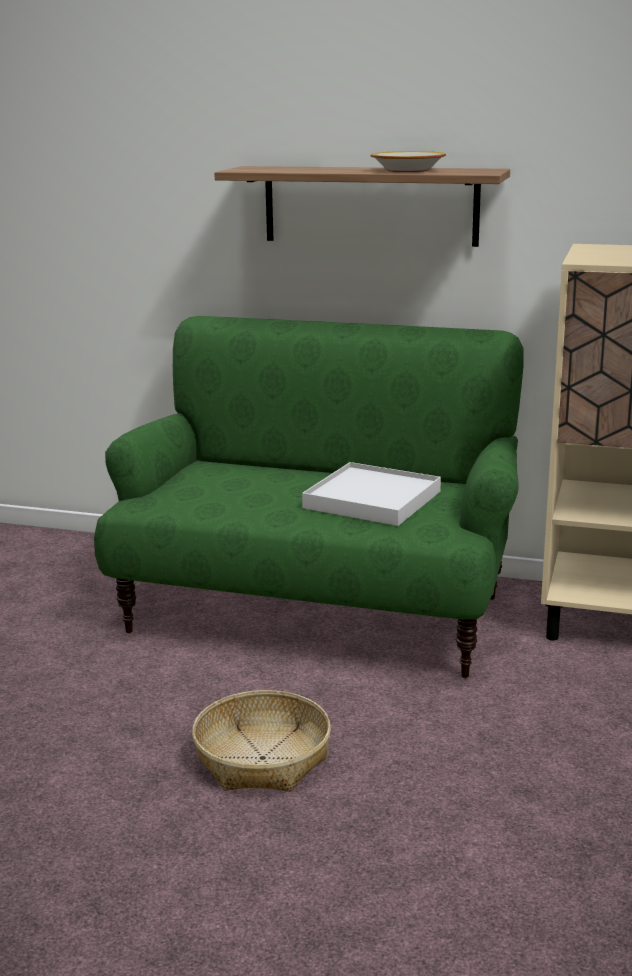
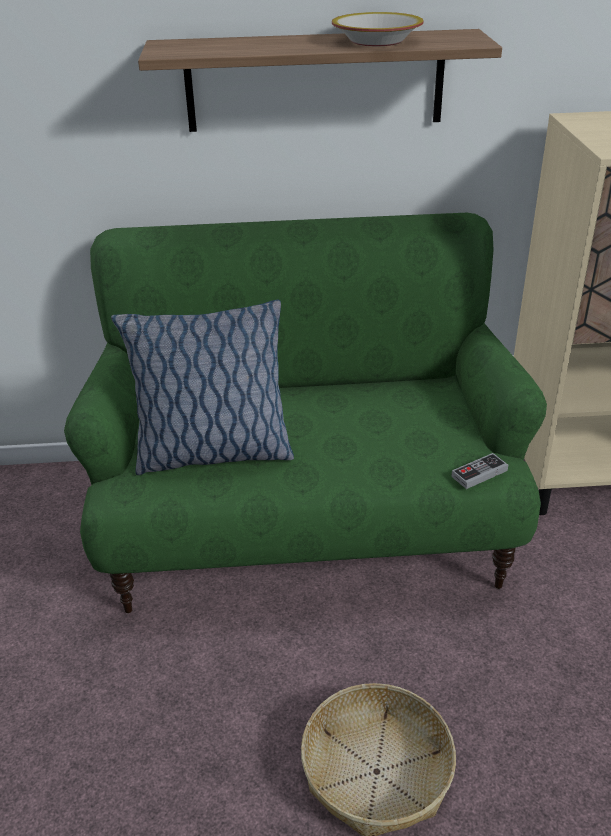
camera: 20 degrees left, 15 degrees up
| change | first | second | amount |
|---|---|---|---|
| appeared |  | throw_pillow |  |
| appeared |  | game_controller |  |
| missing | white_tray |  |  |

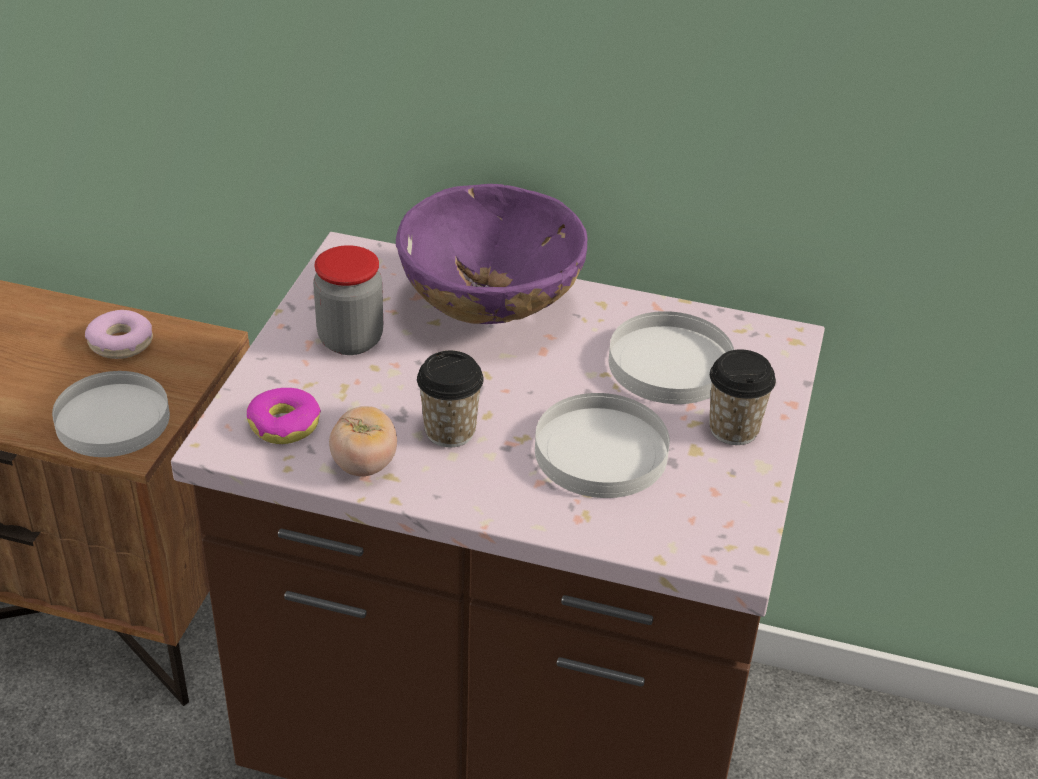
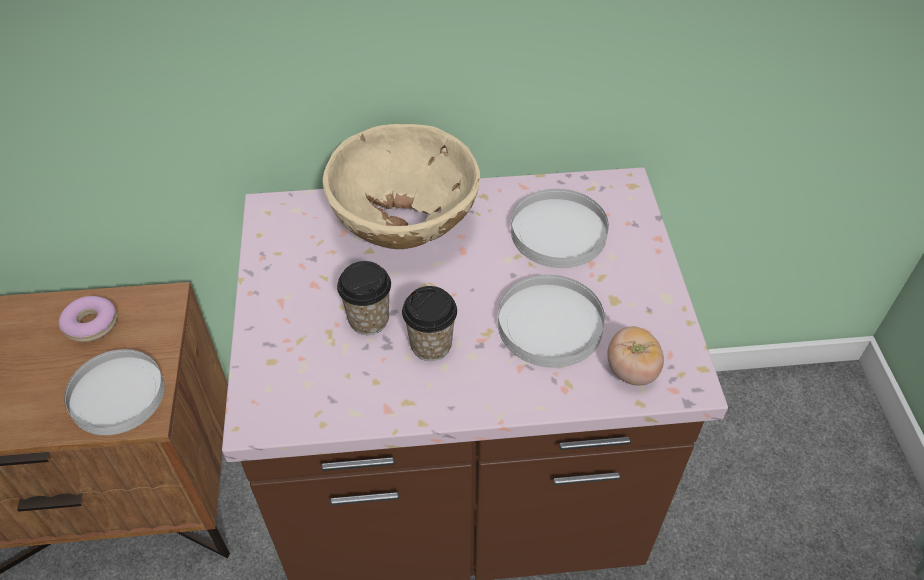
camera: 20 degrees left, 10 degrees up
| change | first | second | amount |
|---|---|---|---|
| colour | purplish_serving_bowl | beige-coloured_serving_bowl |  |
| relocated | drinking_cup (no. 2 from left in the first image) | drinking_cup (no. 1 from left) |  |
| relocated | tomato |  |  |
| missing | ring_doughnut (no. 2 from left) |  |  |
| missing | preserve_jar |  |  |

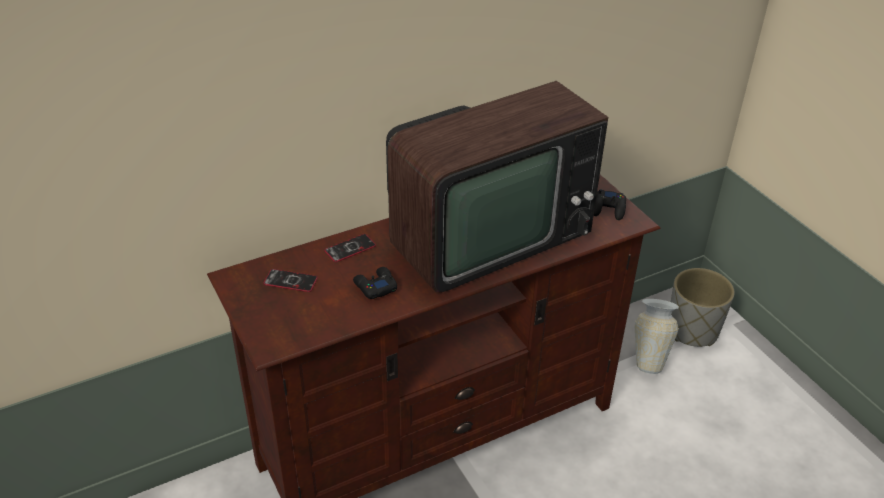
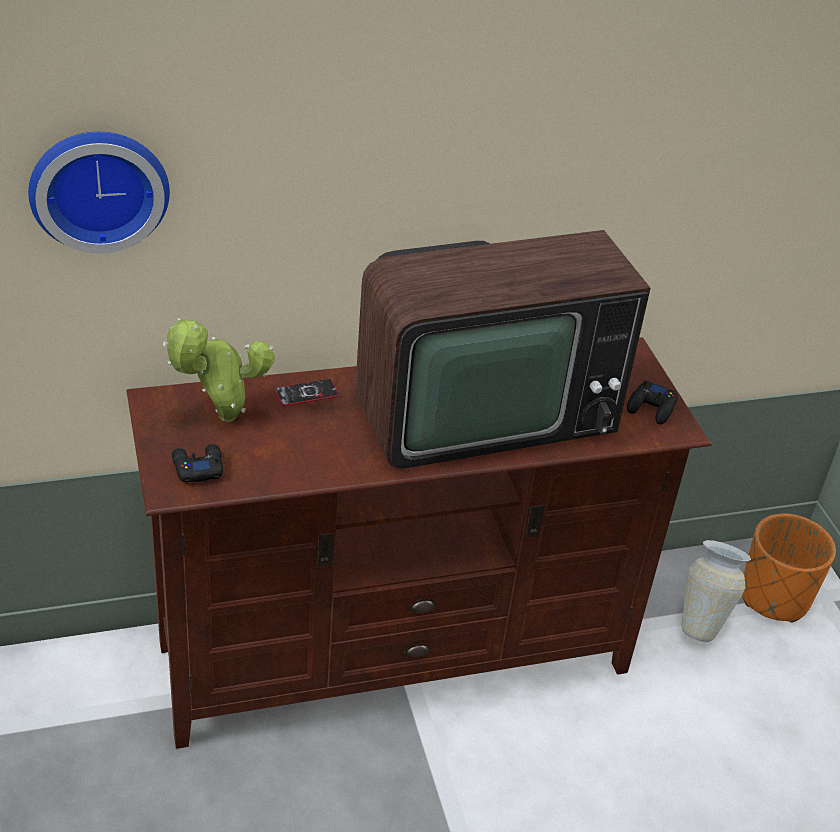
camera: 10 degrees right, 0 degrees up
| change | first | second | amount |
|---|---|---|---|
| appeared |  | wall_clock |  |
| exchanged | phone (no. 1 from left) | potted_plant |  |
| relocated | black-coloured_game_controller (no. 1 from left) |  |  |
| colour | grey_plant_pot | orangey_plant_pot |  |

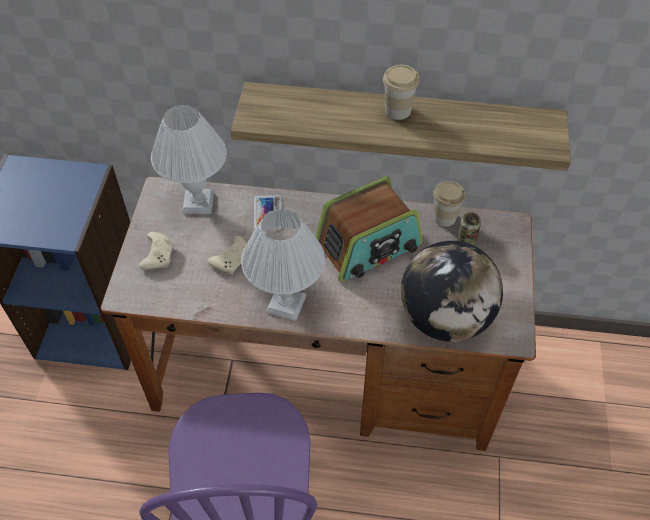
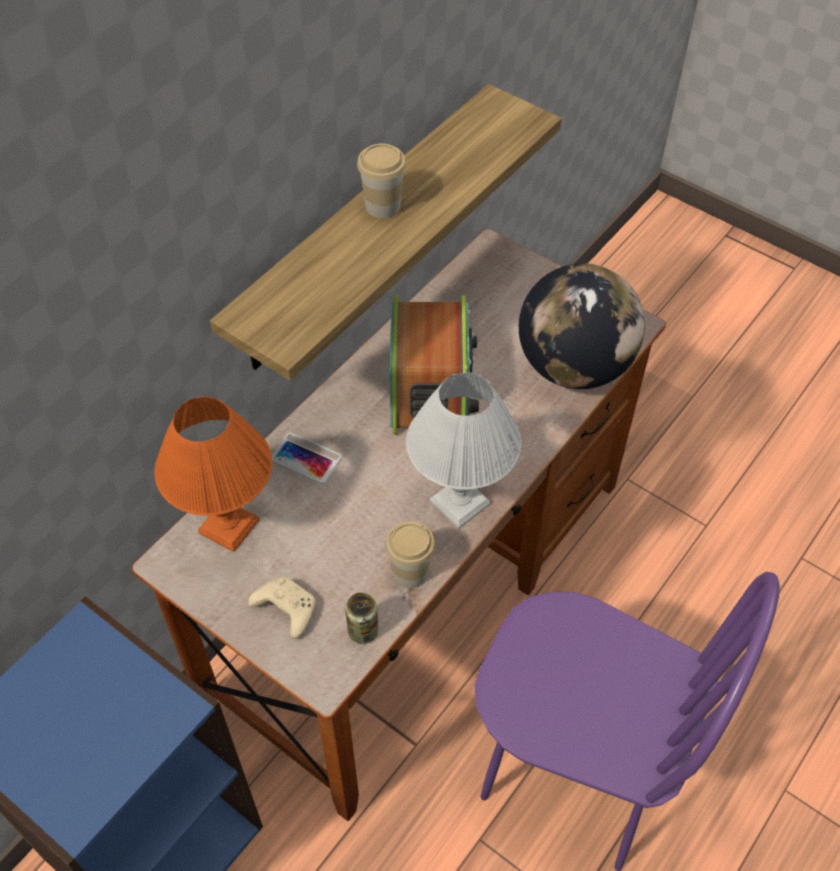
camera: 60 degrees left, 0 degrees up
| change | first | second | amount |
|---|---|---|---|
| colour | white_tabletop_lamp (no. 1 from left) | orangey_tabletop_lamp |  |
| relocated | can |  |  |
| relocated | drinking_cup (no. 2 from left) |  |  |
| missing | beige-coloured_game_controller (no. 2 from left) |  |  |

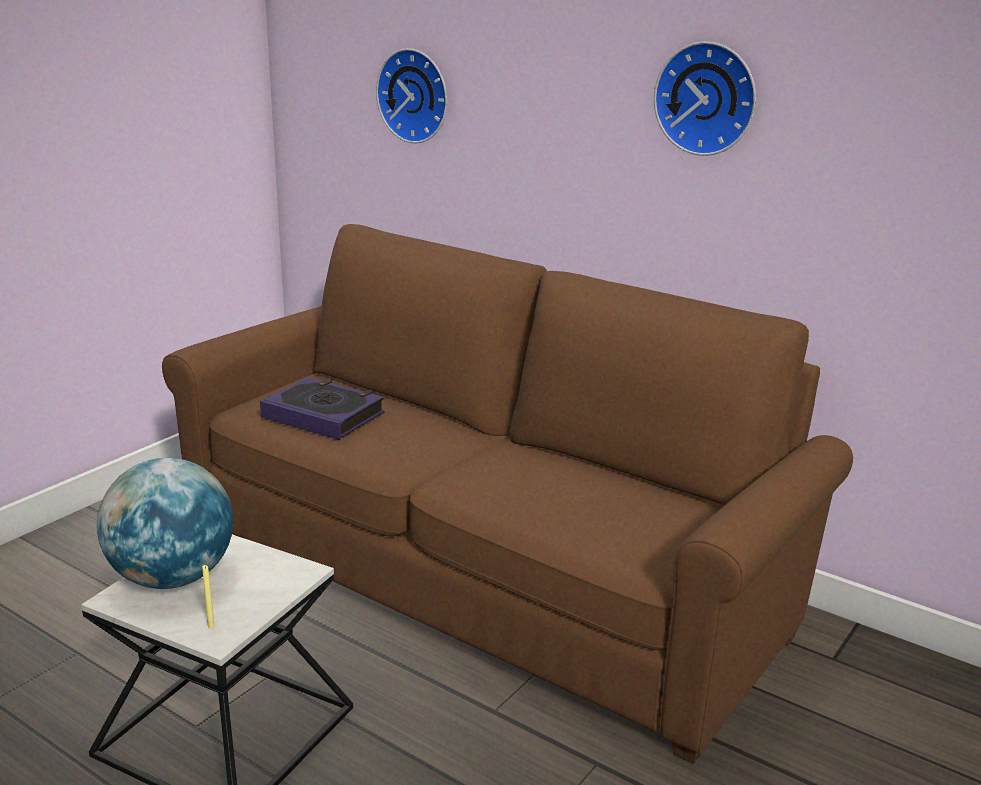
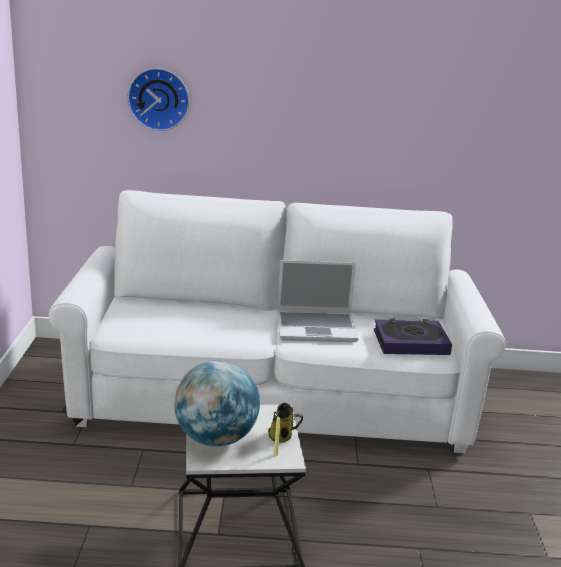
camera: 35 degrees left, 0 degrees up
| change | first | second | amount |
|---|---|---|---|
| colour | brown-coloured_settee | white_settee |  |
| appeared |  | tea_mug |  |
| appeared |  | portable_computer |  |
| relocated | bound_book |  |  |
| missing | wall_clock (no. 2 from left) |  |  |

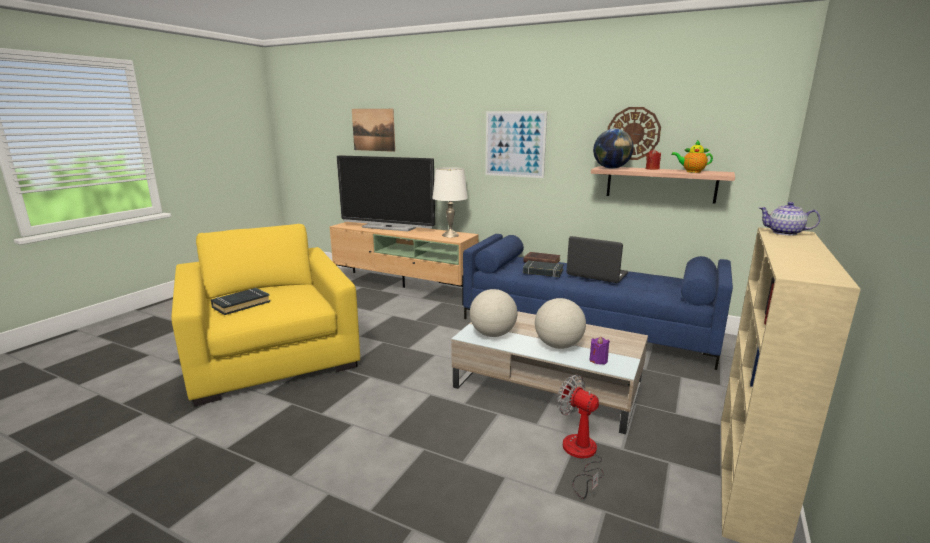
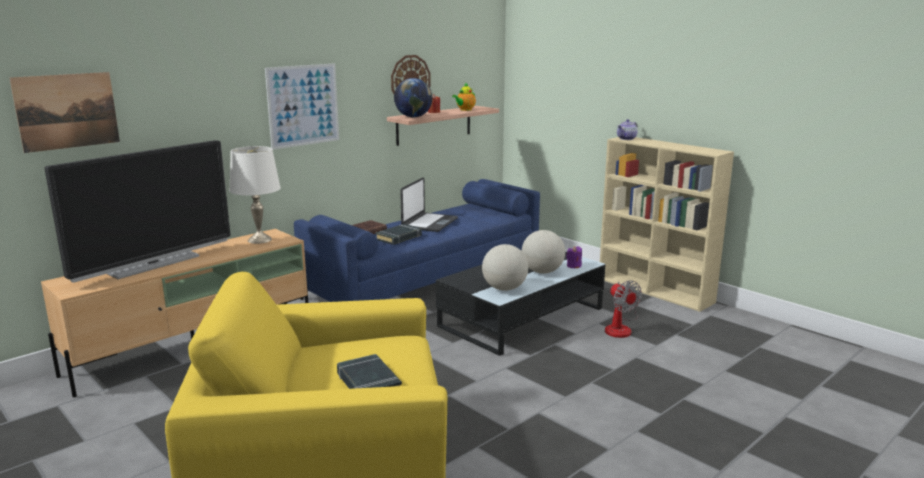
camera: 70 degrees left, 0 degrees up
| change | first | second | amount |
|---|---|---|---|
| spun | portable_computer |  | 150 degrees clockwise |
| colour | beige-coloured_coffee_table | black-coloured_coffee_table |  |
| spun | fan |  | 90 degrees counterclockwise |

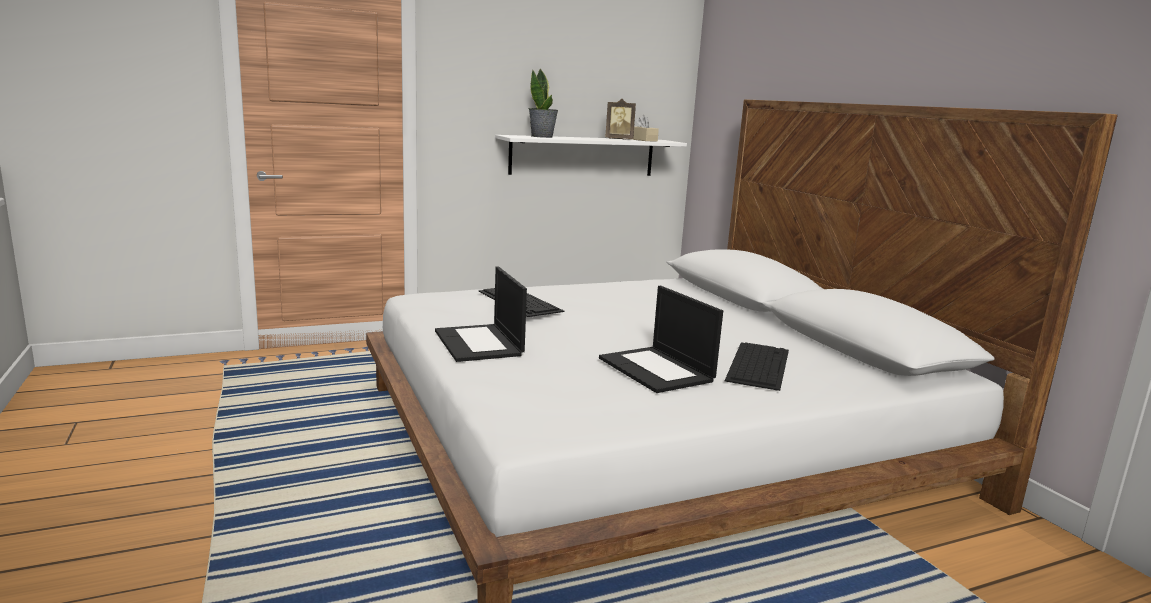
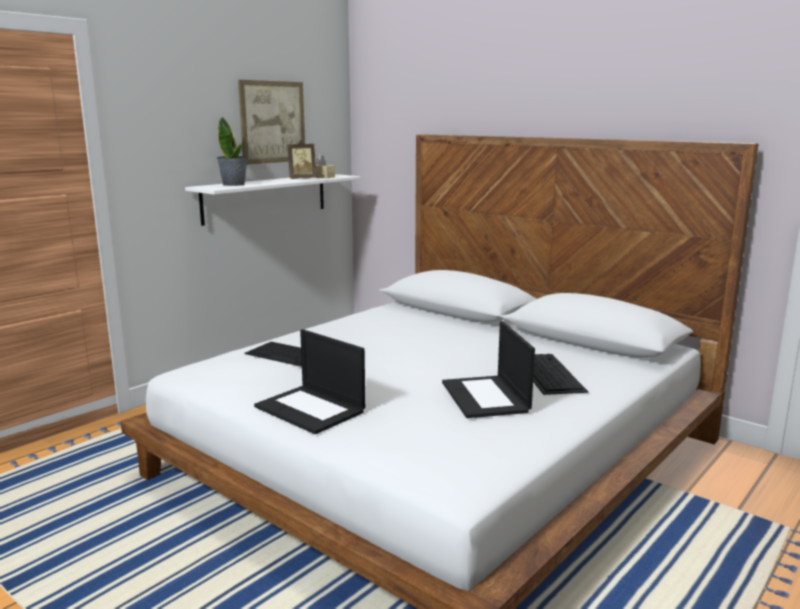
camera: 25 degrees left, 0 degrees up
| change | first | second | amount |
|---|---|---|---|
| appeared |  | picture |  |
| spun | portable_computer (no. 2 from left) |  | 45 degrees clockwise |

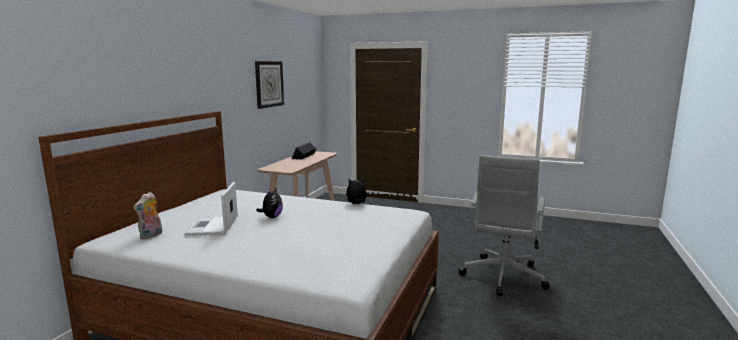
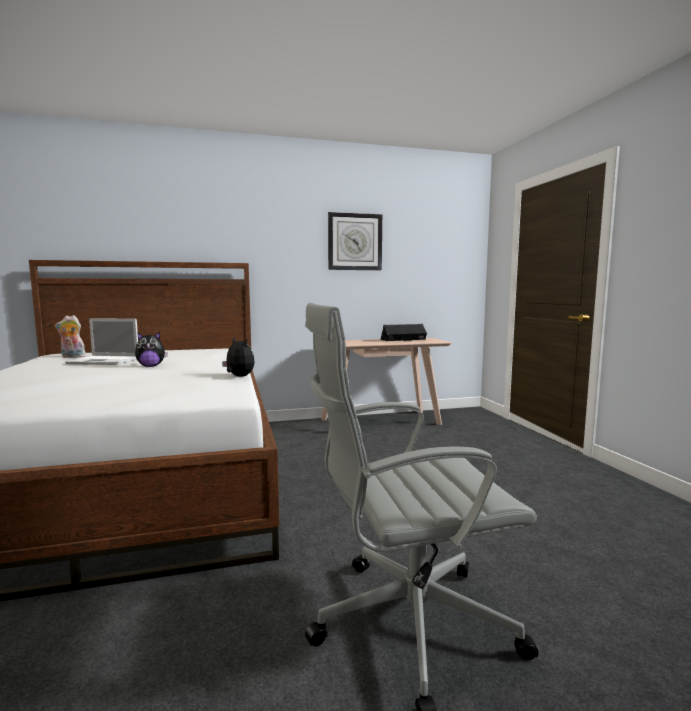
camera: 55 degrees right, 5 degrees down
| change | first | second | amount |
|---|---|---|---|
| spun | portable_computer |  | 135 degrees counterclockwise |

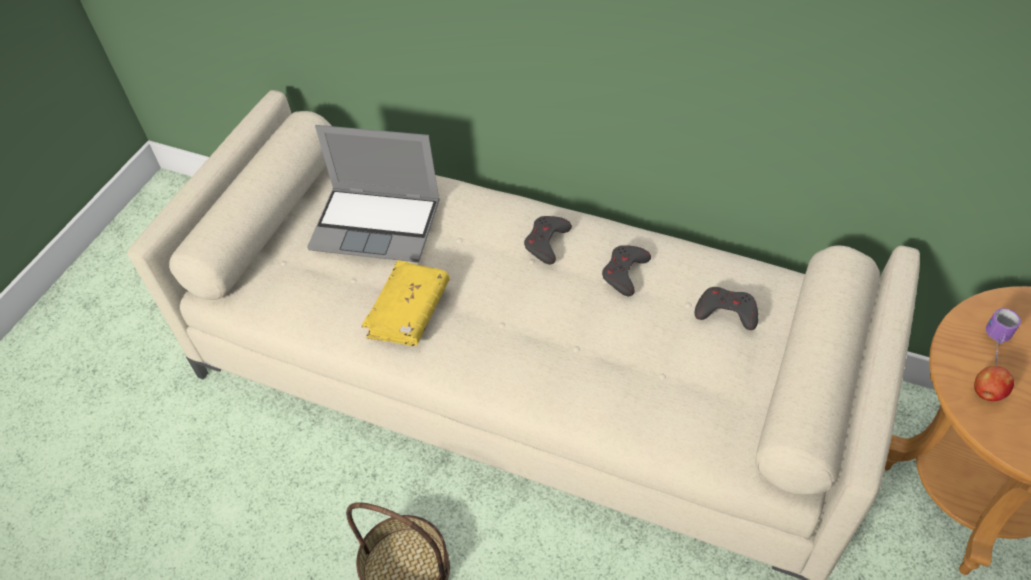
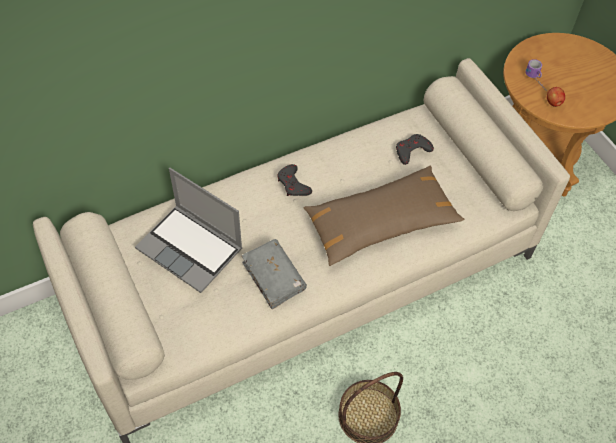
camera: 55 degrees left, 5 degrees up
| change | first | second | amount |
|---|---|---|---|
| spun | portable_computer |  | 75 degrees clockwise |
| colour | yellow_bound_book | grey_bound_book |  |
| appeared |  | brown-coloured_throw_pillow |  |
| missing | grey_game_controller (no. 2 from left) |  |  |

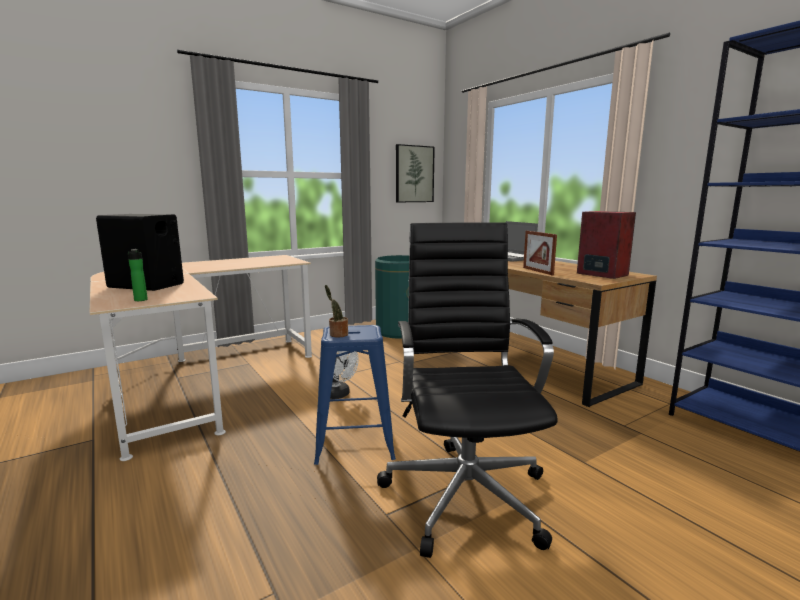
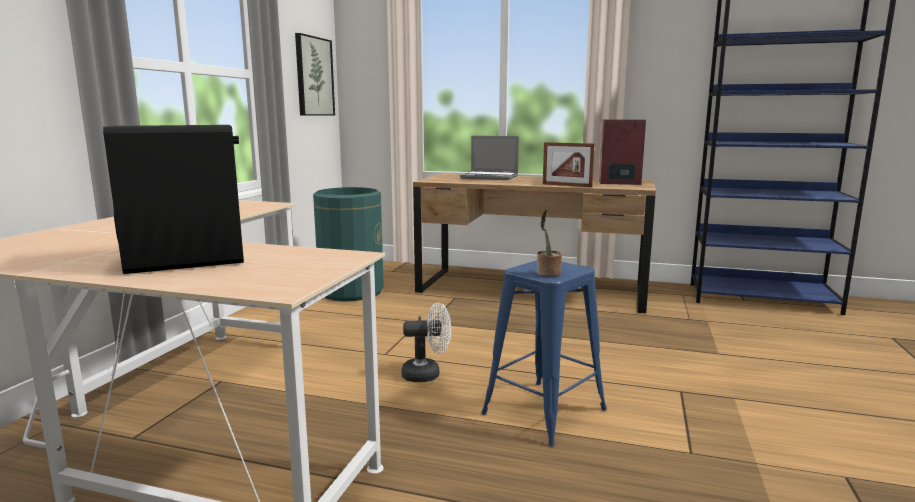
camera: 40 degrees left, 0 degrees up
| change | first | second | amount |
|---|---|---|---|
| missing | drink_bottle |  |  |
| missing | black-coloured_desk_chair |  |  |

